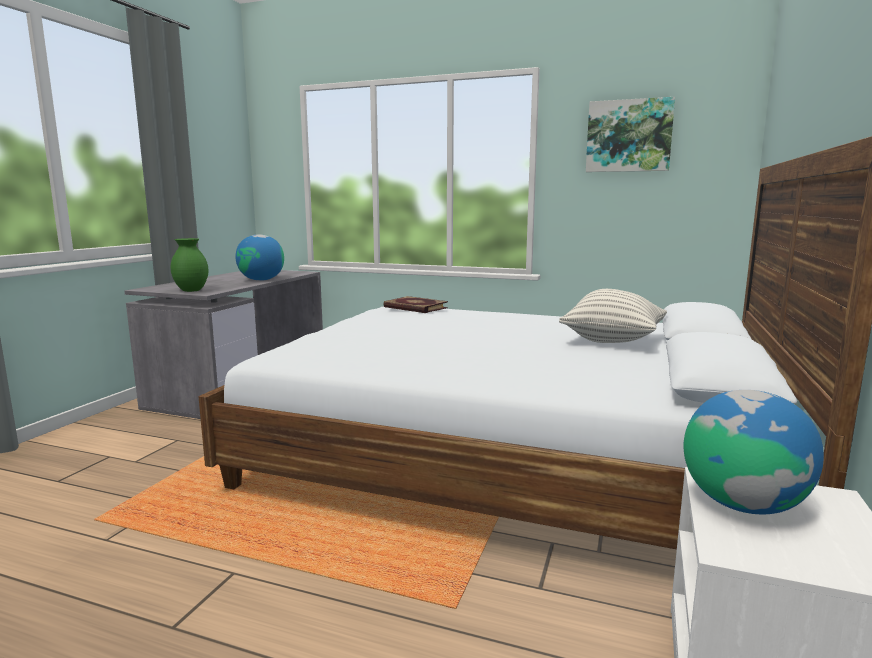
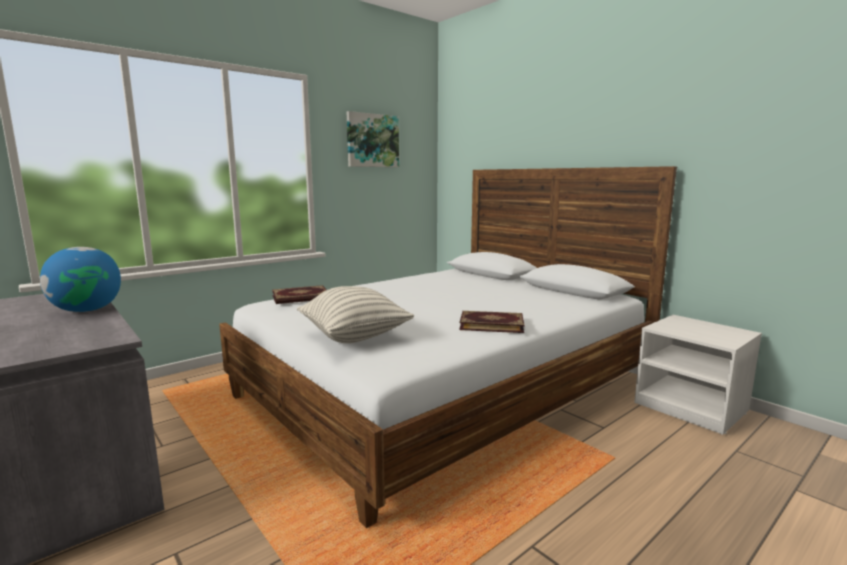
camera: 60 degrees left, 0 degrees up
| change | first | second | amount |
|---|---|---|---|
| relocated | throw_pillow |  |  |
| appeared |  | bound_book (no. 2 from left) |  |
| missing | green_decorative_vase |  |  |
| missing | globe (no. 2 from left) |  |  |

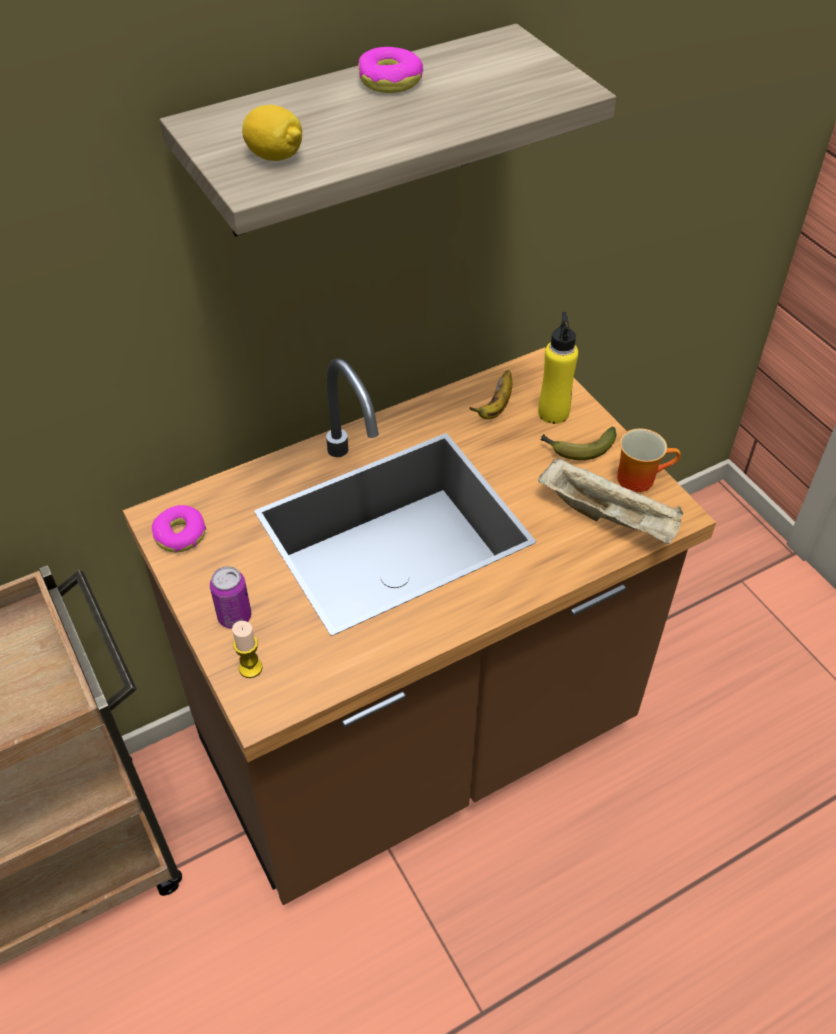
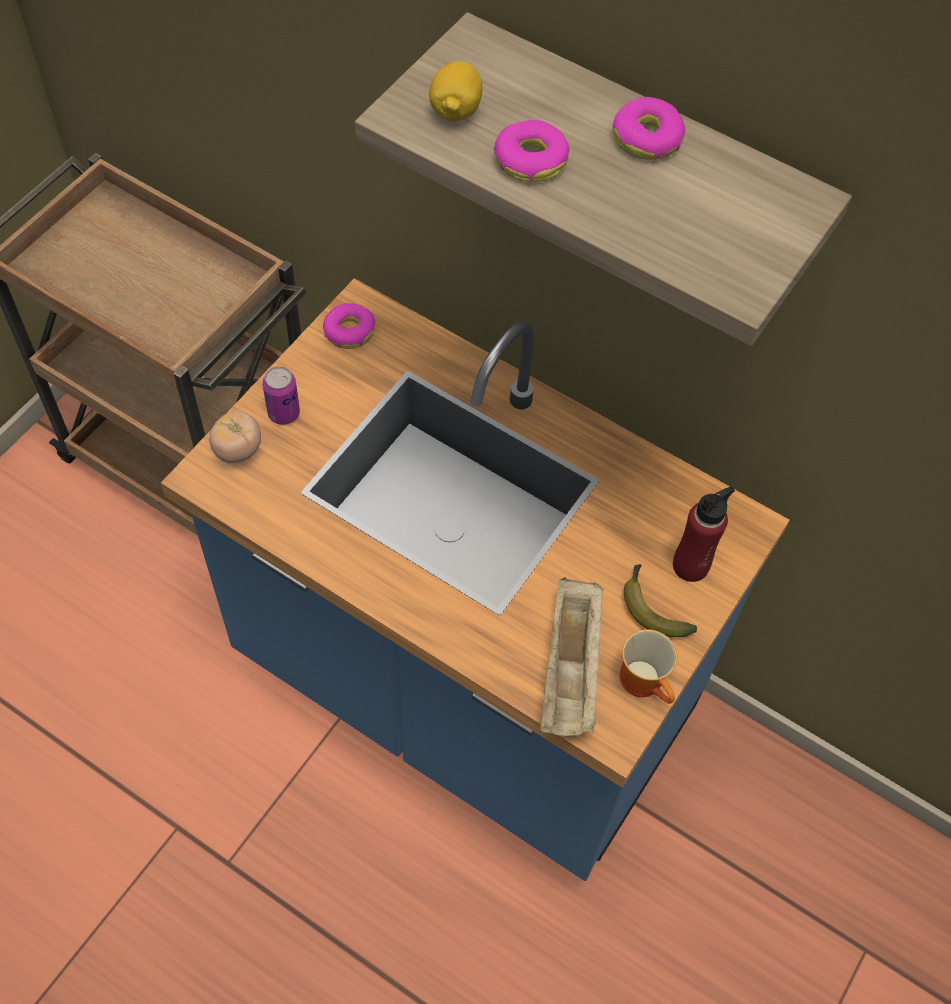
camera: 60 degrees right, 10 degrees up
| change | first | second | amount |
|---|---|---|---|
| colour | brown-coloured_counter | blue-coloured_counter |  |
| exchanged | wax_candle | tomato |  |
| appeared |  | ring_doughnut (no. 2 from left) |  |
| colour | yellow_drink_bottle | red-coloured_drink_bottle |  |
| missing | banana (no. 1 from left) |  |  |

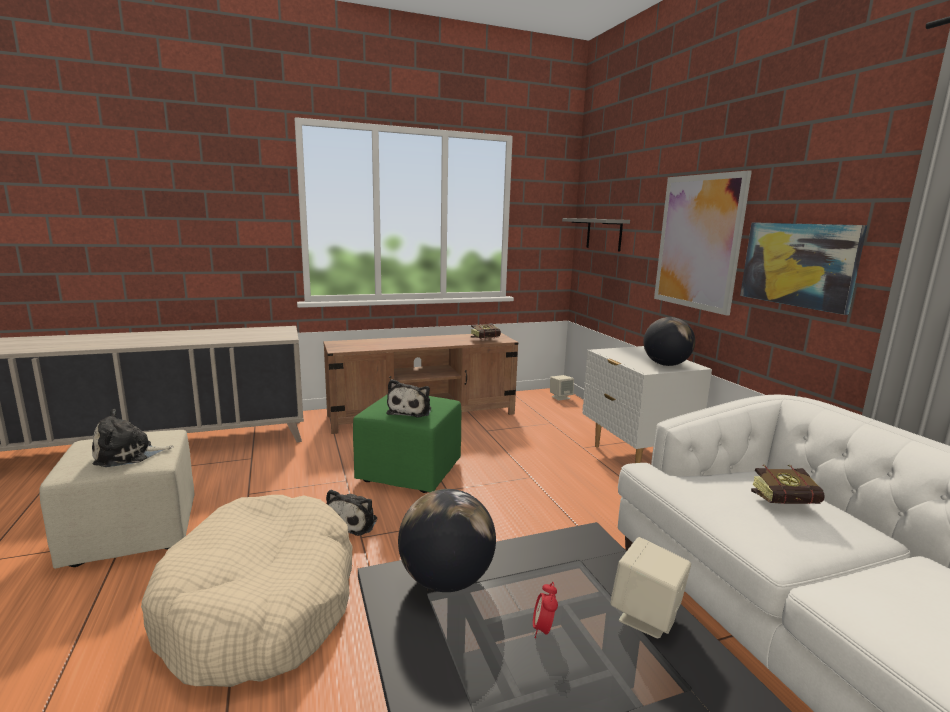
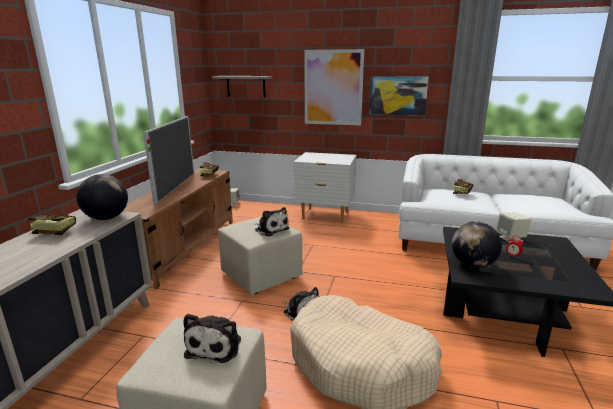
camera: 55 degrees left, 5 degrees up
| change | first | second | amount |
|---|---|---|---|
| appeared |  | bound_book (no. 1 from left) |  |
| relocated | globe (no. 2 from left in the first image) | globe (no. 1 from left) |  |
| appeared |  | TV_set |  |
| colour | green_ottoman | beige-coloured_ottoman (no. 2 from left) |  |

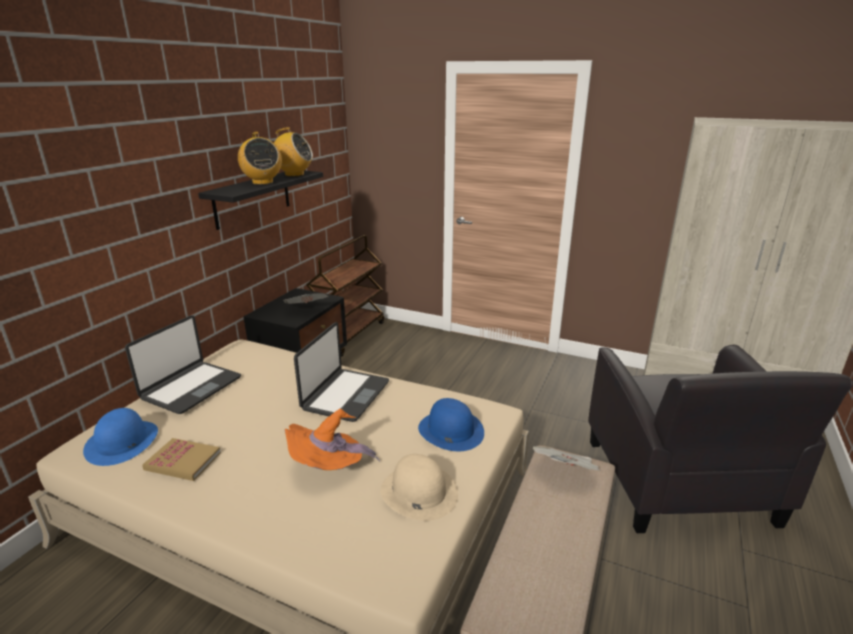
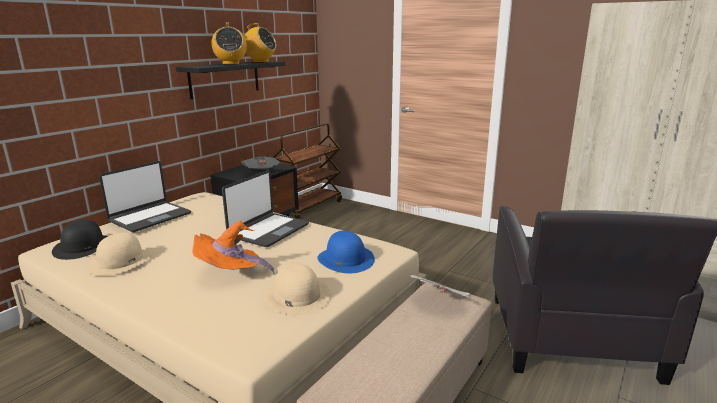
camera: 10 degrees right, 5 degrees down
| change | first | second | amount |
|---|---|---|---|
| colour | blue-coloured_clothing_hat (no. 1 from left) | black-coloured_clothing_hat |  |
| exchanged | bound_book | beige-coloured_clothing_hat (no. 1 from left) |  |

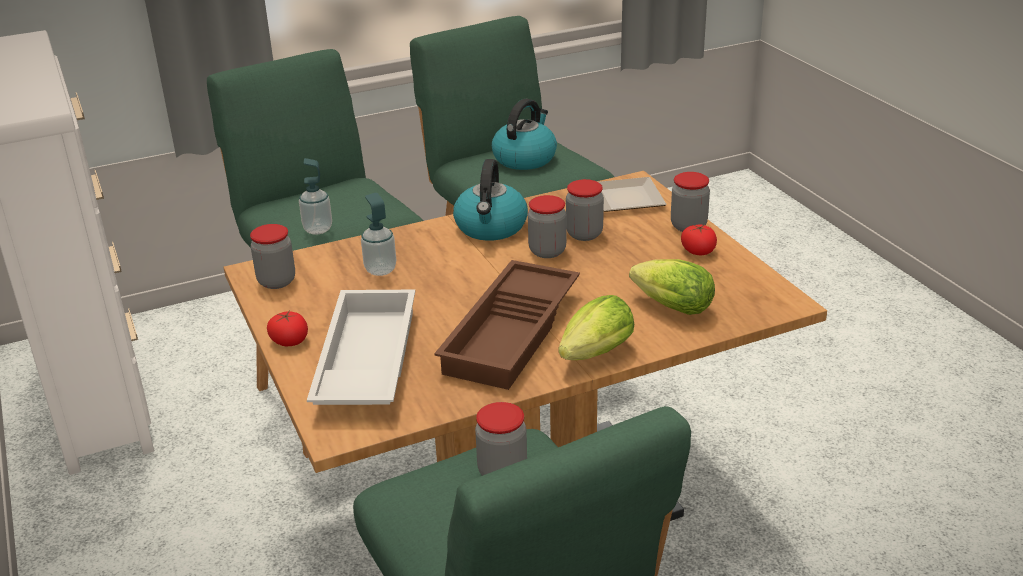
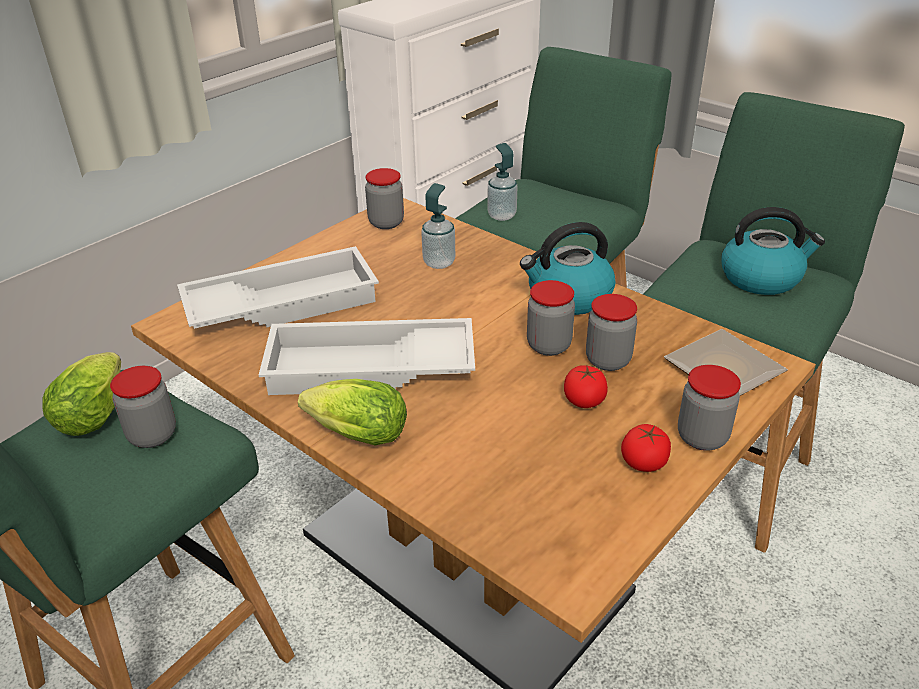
camera: 65 degrees right, 5 degrees up
| change | first | second | amount |
|---|---|---|---|
| relocated | lettuce_head (no. 2 from left in the first image) | lettuce_head (no. 1 from left) |  |
| colour | brown-coloured_tray | white_tray (no. 2 from left) |  |
| relocated | tomato (no. 1 from left) |  |  |

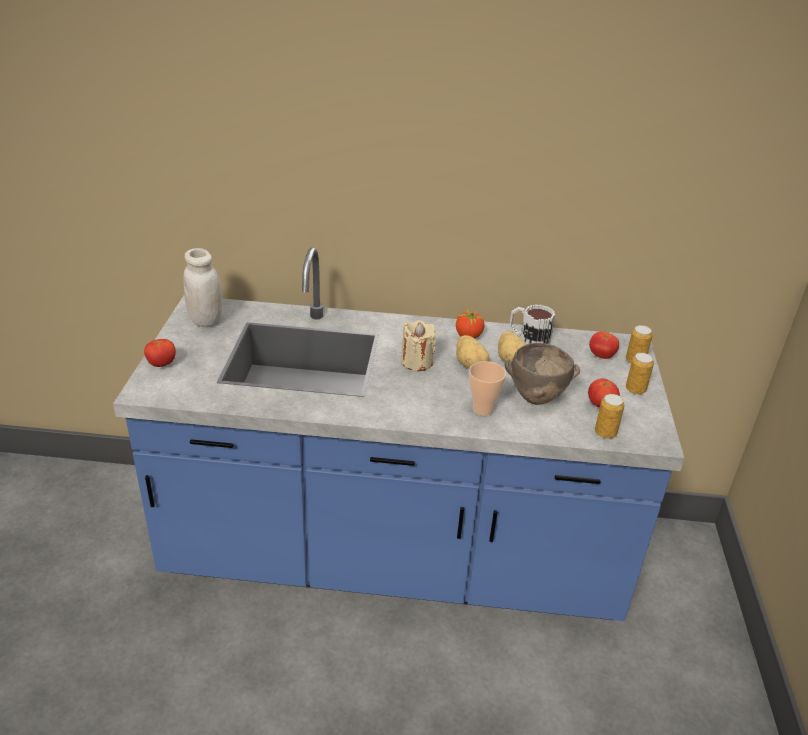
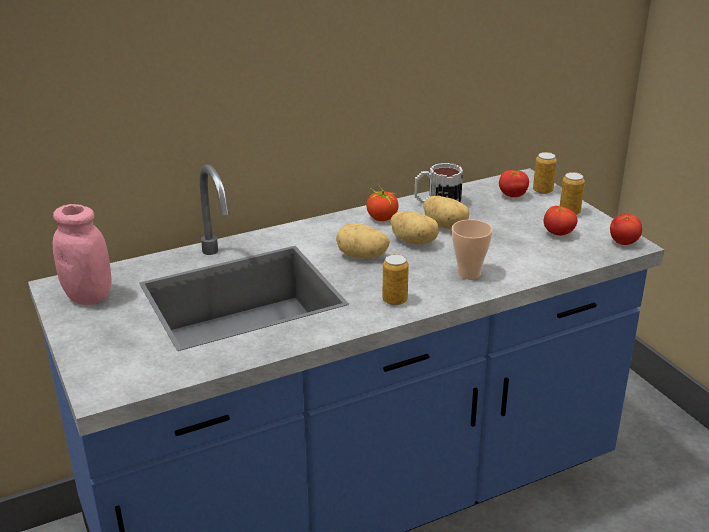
camera: 30 degrees left, 5 degrees down
| change | first | second | amount |
|---|---|---|---|
| colour | white_preserve_jar | pink-coloured_preserve_jar |  |
| exchanged | beige-coloured_wax_candle | spud (no. 1 from left) |  |
| relocated | can (no. 1 from left) |  |  |
| relocated | tomato (no. 1 from left in the first image) | tomato (no. 4 from left) |  |
| missing | brown-coloured_serving_bowl |  |  |

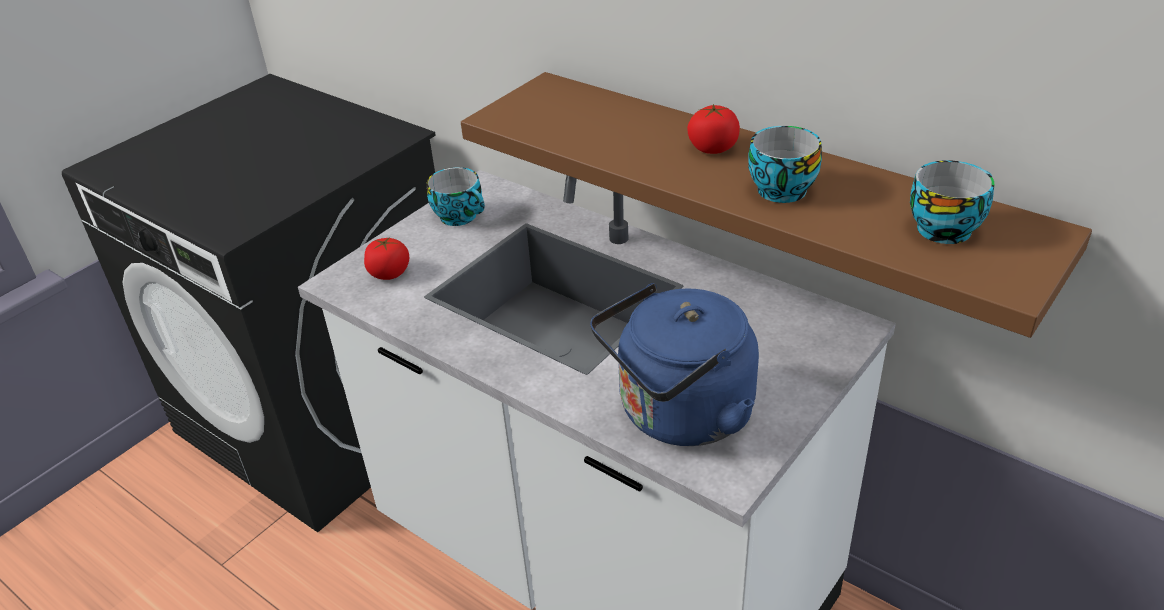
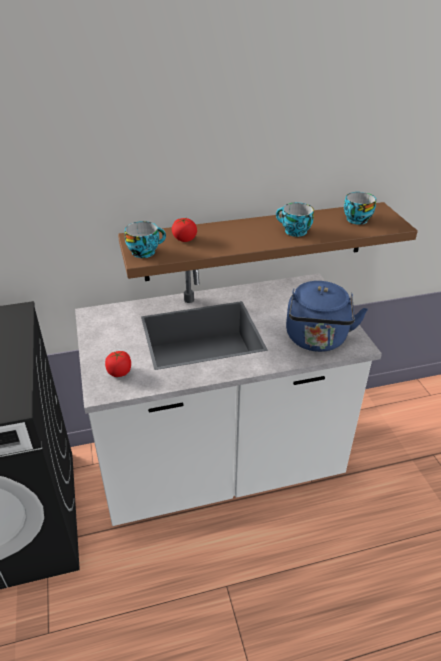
camera: 55 degrees left, 0 degrees up
| change | first | second | amount |
|---|---|---|---|
| relocated | drinking_cup (no. 1 from left) |  |  |
| relocated | tomato (no. 2 from left) |  |  |

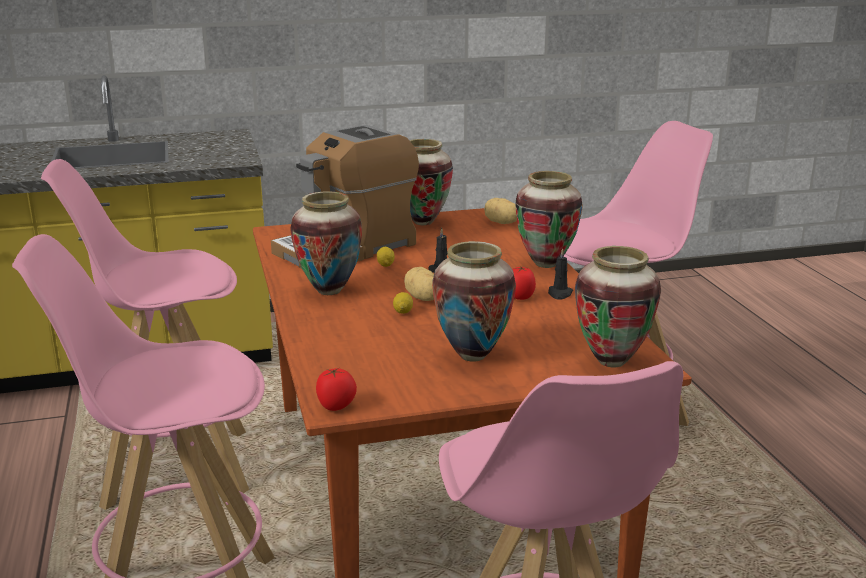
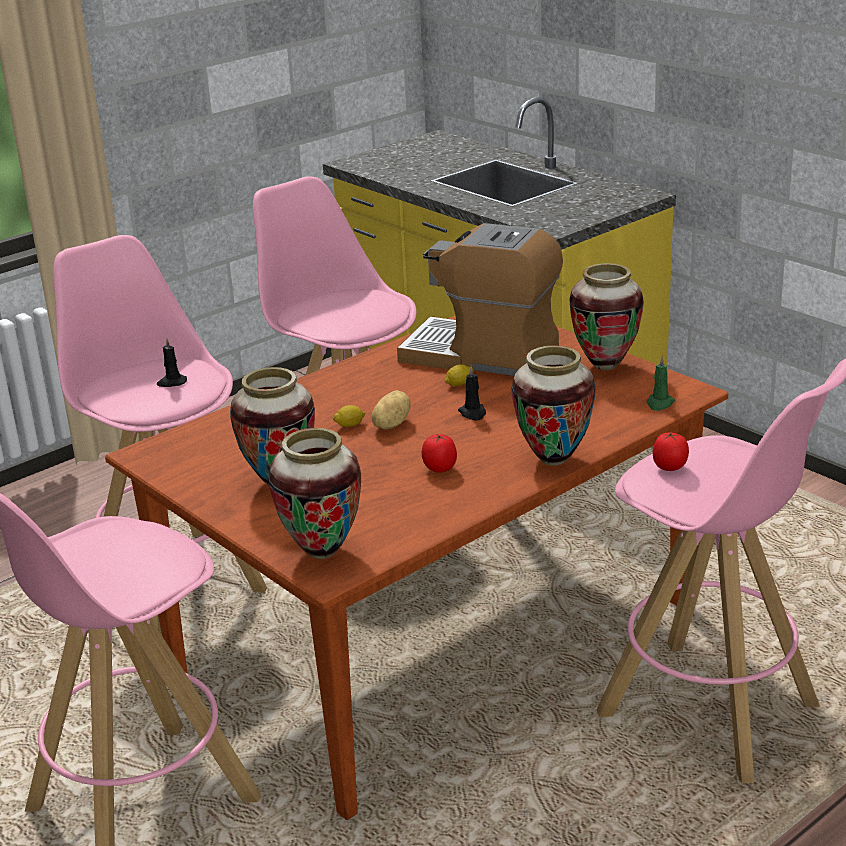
camera: 65 degrees right, 5 degrees up
| change | first | second | amount |
|---|---|---|---|
| relocated | black-coloured_wax_candle (no. 2 from left in the first image) | black-coloured_wax_candle (no. 1 from left) |  |
| exchanged | spud (no. 2 from left) | green_wax_candle |  |
| relocated | tomato (no. 1 from left in the first image) | tomato (no. 2 from left) |  |
| missing | decorative_vase (no. 1 from left) |  |  |

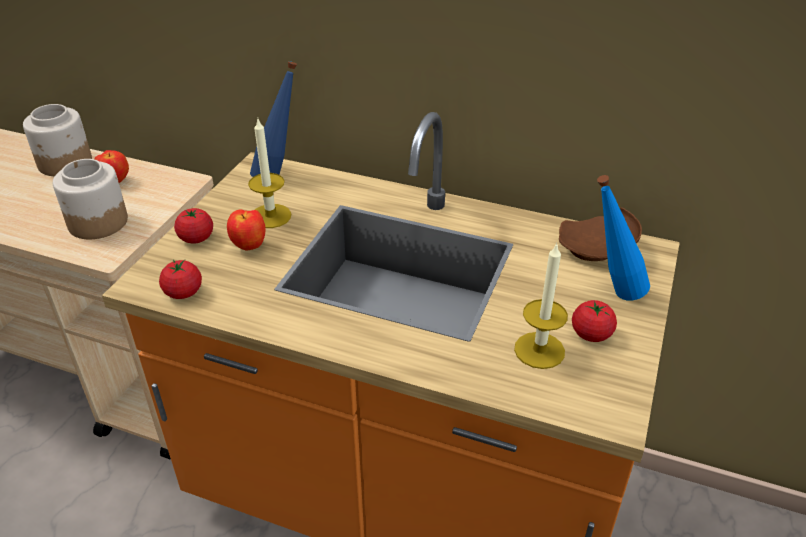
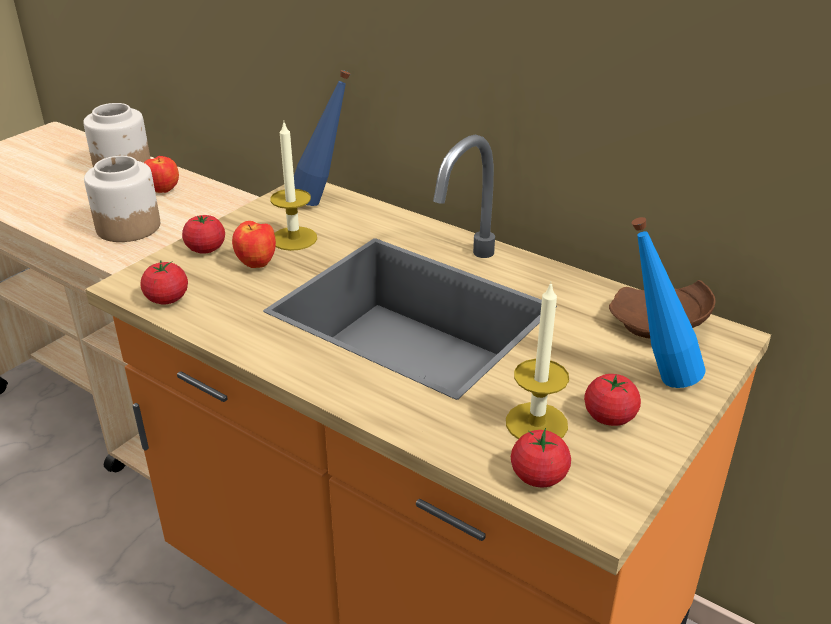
camera: 15 degrees right, 5 degrees down
| change | first | second | amount |
|---|---|---|---|
| appeared |  | tomato (no. 3 from left) |  |

